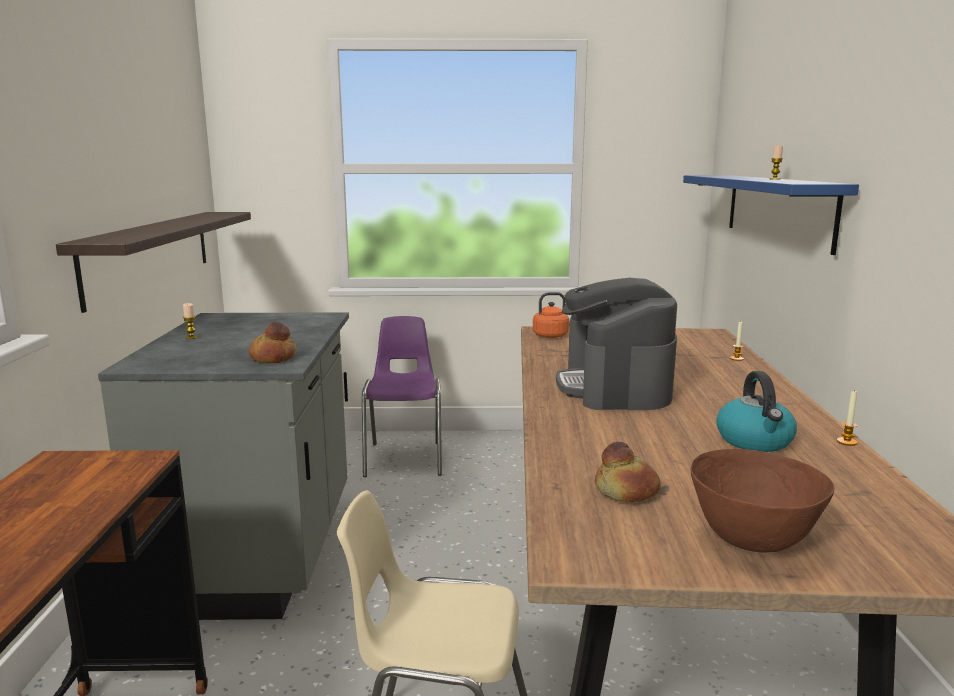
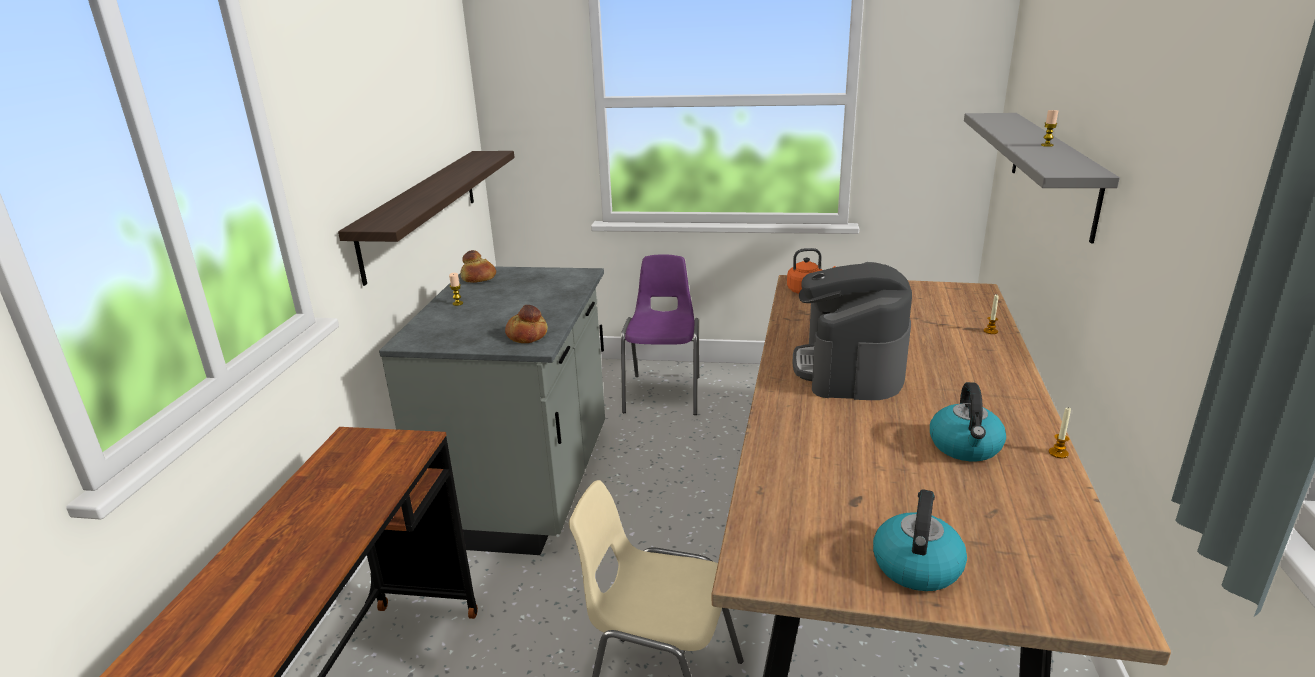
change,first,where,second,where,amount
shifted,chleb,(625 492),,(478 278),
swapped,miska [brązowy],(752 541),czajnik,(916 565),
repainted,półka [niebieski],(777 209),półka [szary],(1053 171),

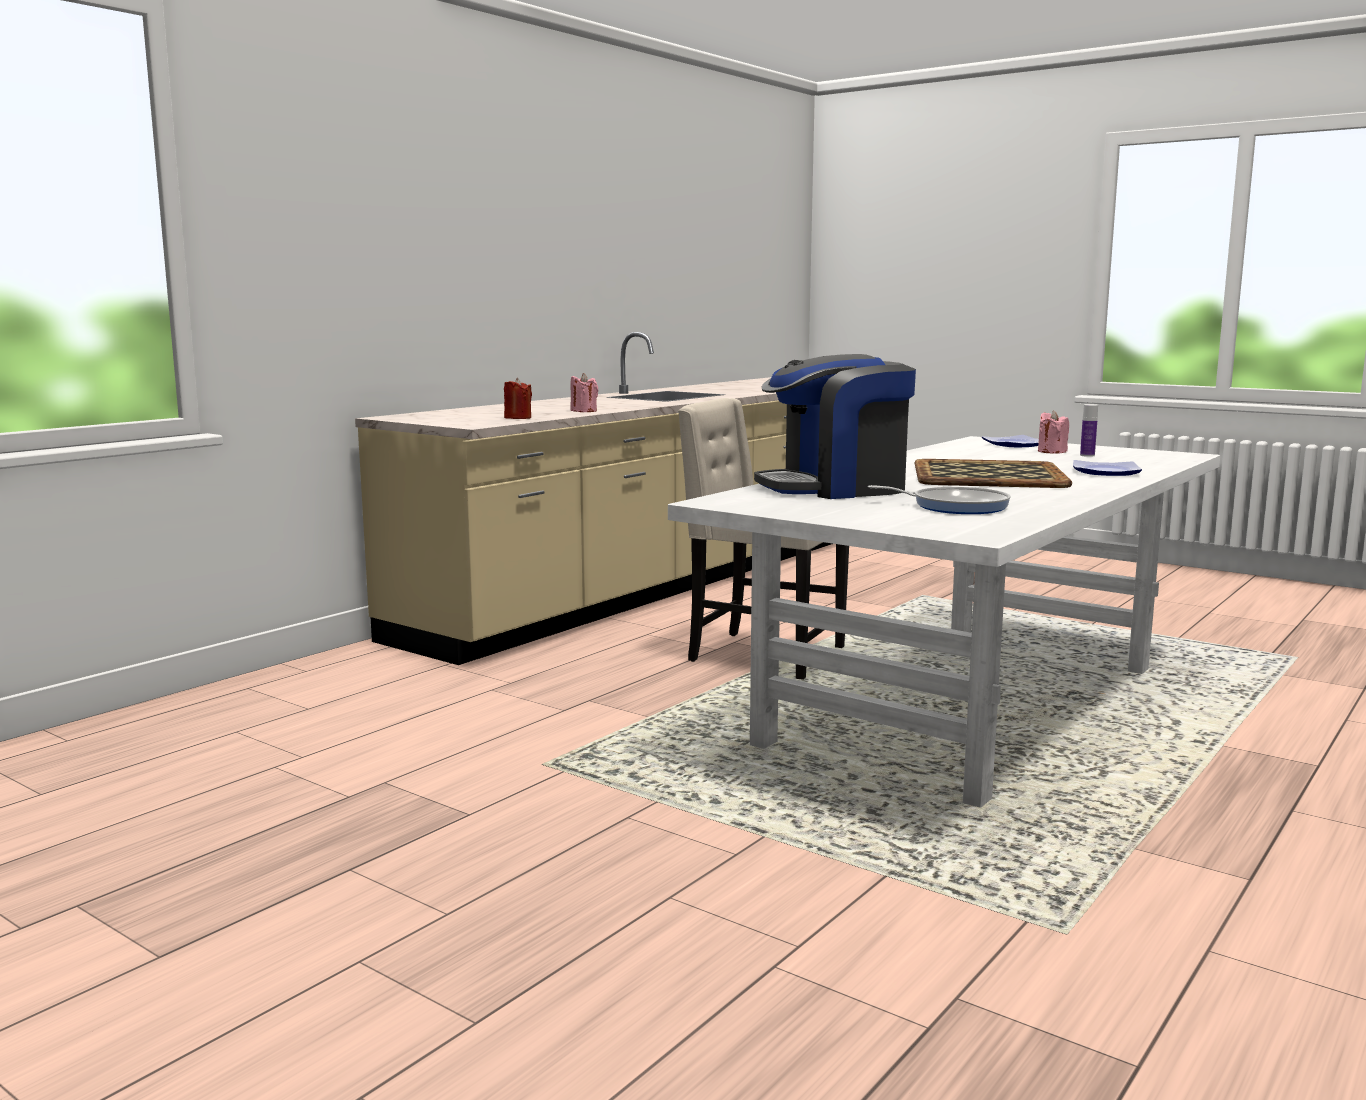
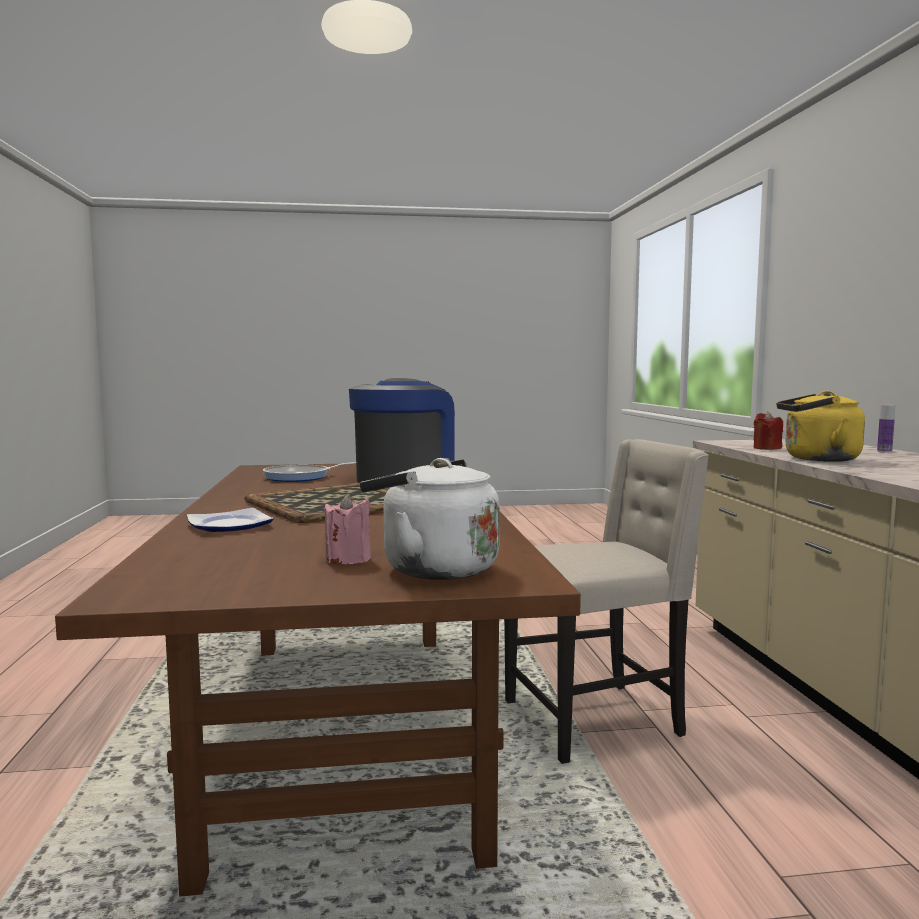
change,first,where,second,where,amount
repainted,stół jadalny [biały],(968 703),stół jadalny [brązowy],(348 730),
swapped,talerz,(1015 445),czajnik [biały],(432 569),
swapped,świeca [różowy],(584 411),czajnik [żółty],(817 459),
shifted,butelka,(1087 455),,(884 451),

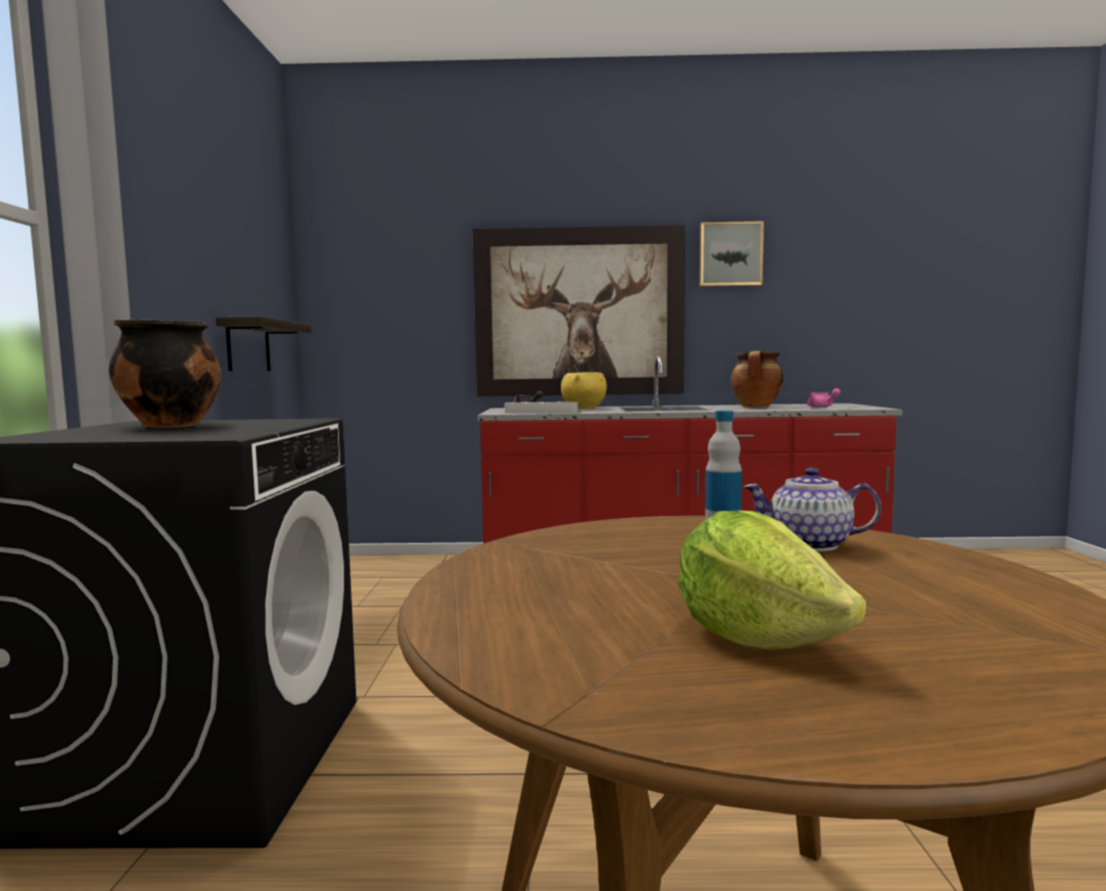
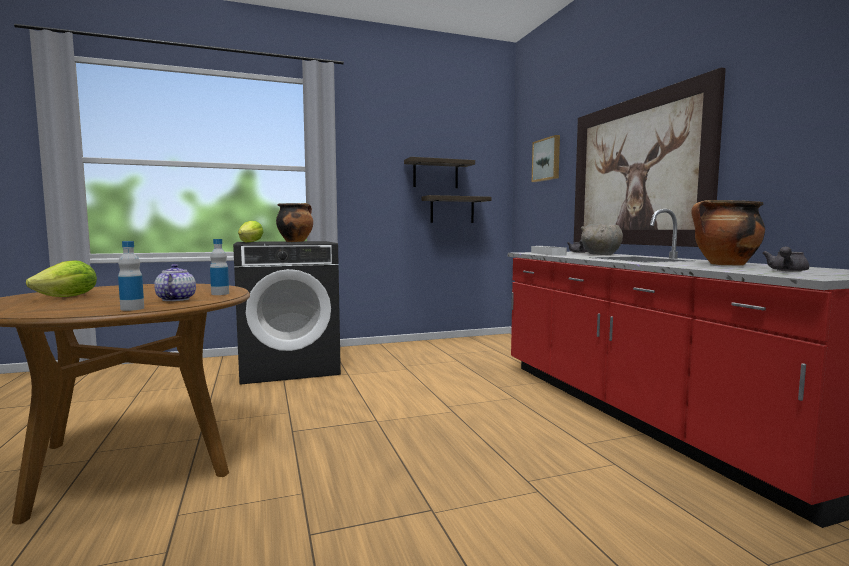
change,first,where,second,where,amount
new,,,butelka,(132 309),
new,,,sałata,(251 242),
new,,,półka,(435 174),
shifted,obraz,(730 254),,(547 159),
repainted,miska [żółty],(584 408),miska [szary],(601 255),
repainted,imbryk [różowy],(822 407),imbryk [szary],(786 271),

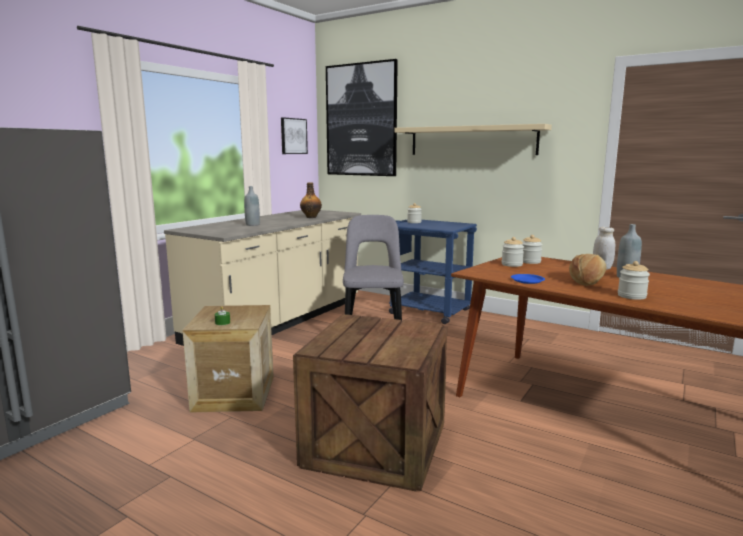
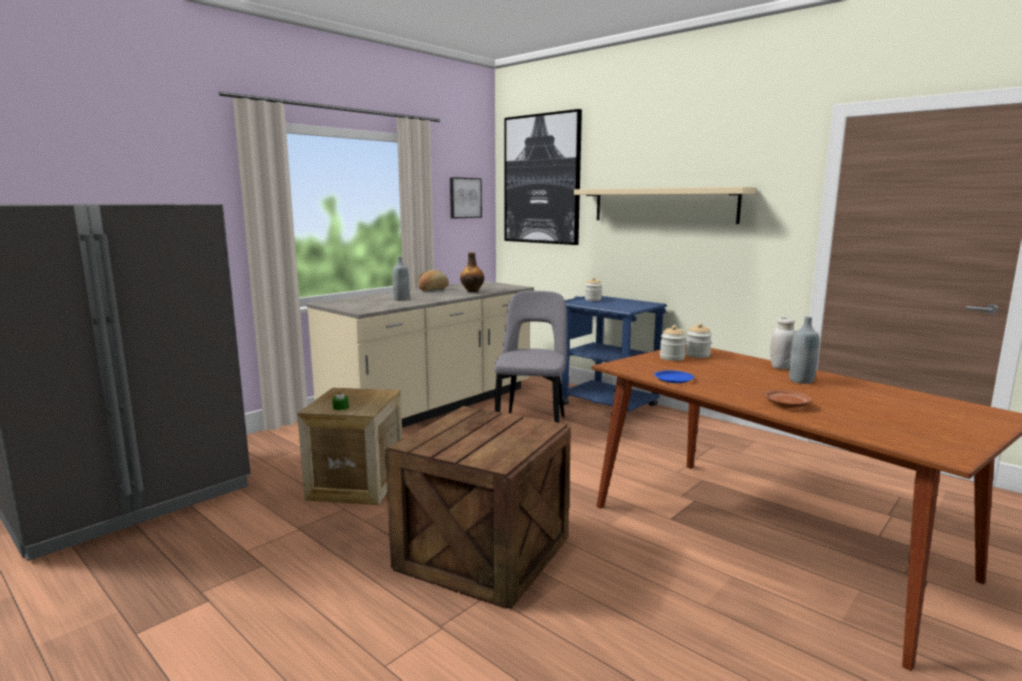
change,first,where,second,where,amount
shifted,chleb,(587 281),,(433 289),
swapped,słoik,(631 296),talerz [brązowy],(786 405),

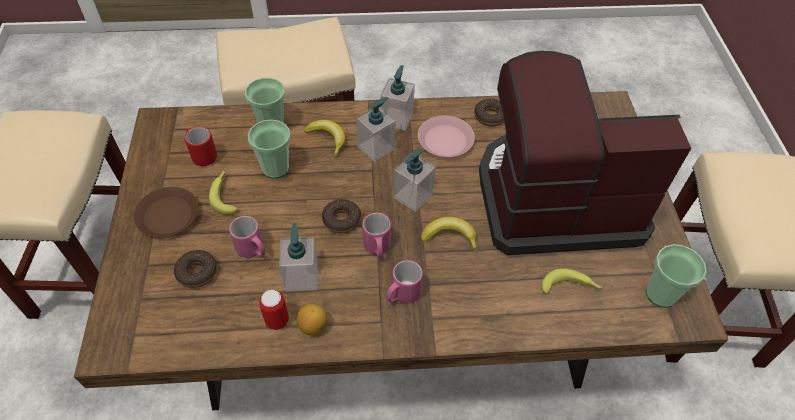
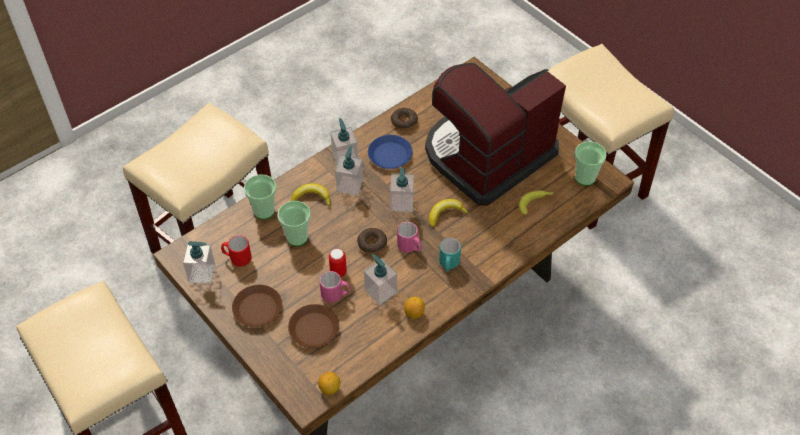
change,first,where,second,where,amount
new,,,dozownik mydła,(202 273),
swapped,donut,(197 272),talerz [brązowy],(314 328),
new,,,cytryna,(330 388),
shifted,puszka,(277 320),,(338 272),
repainted,talerz [różowy],(445 140),talerz [niebieski],(389 155),
repainted,kubek [różowy],(402 295),kubek [turkusowy],(448 265),
gone,banan,(225 195),,,

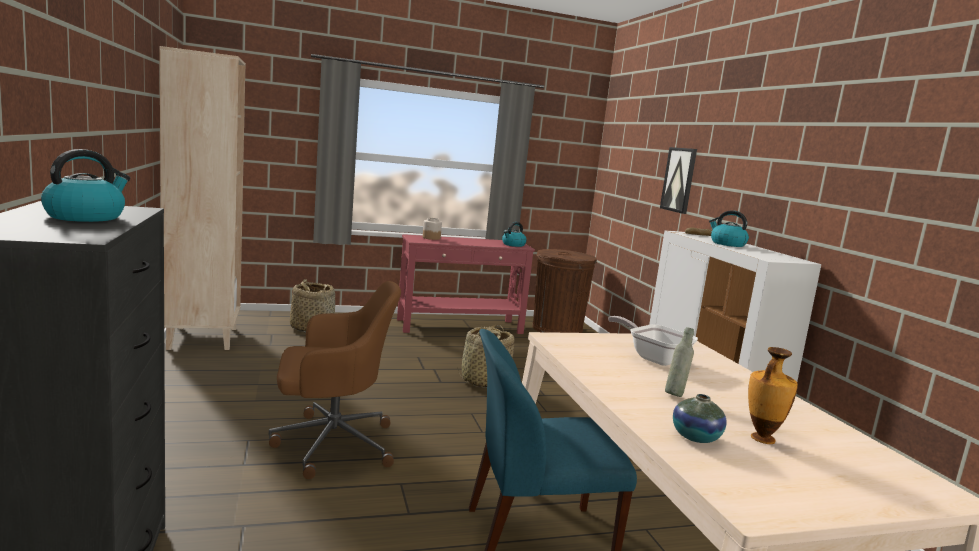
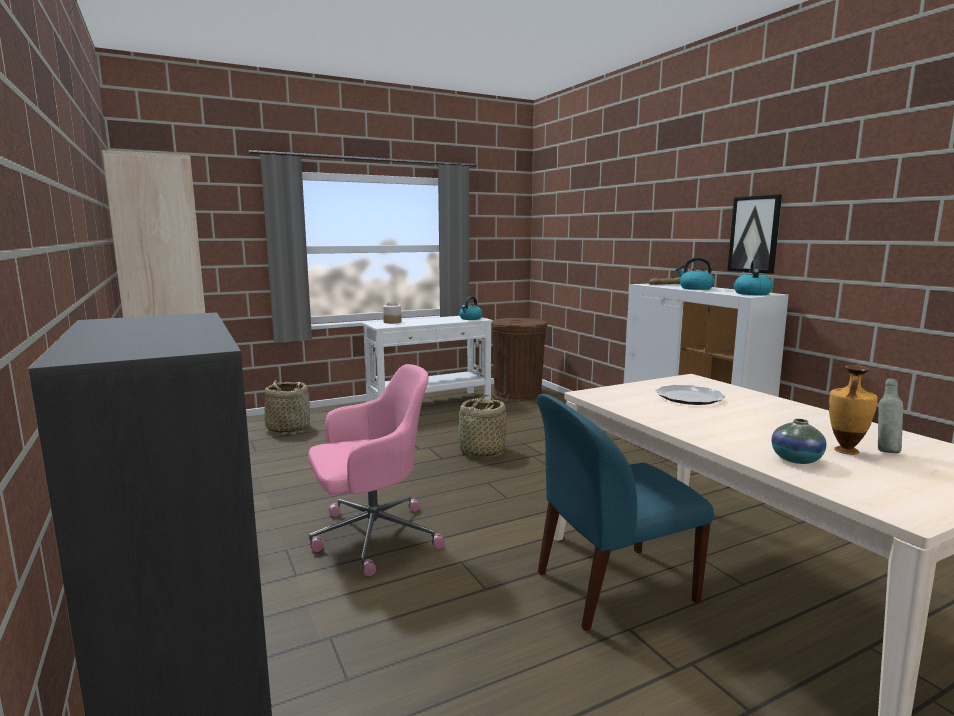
change,first,where,second,where,amount
repainted,krzesło biurowe [brązowy],(331 444),krzesło biurowe [różowy],(372 536),
repainted,stolik konsolowy [czerwony],(460 326),stolik konsolowy [biały],(430 404),
swapped,patelnia,(653 357),talerz,(689 397),
shifted,obraz,(679 180),,(754 234),
shifted,czajnik,(86 217),,(751 293),
shifted,butelka [szary],(675 394),,(885 451),

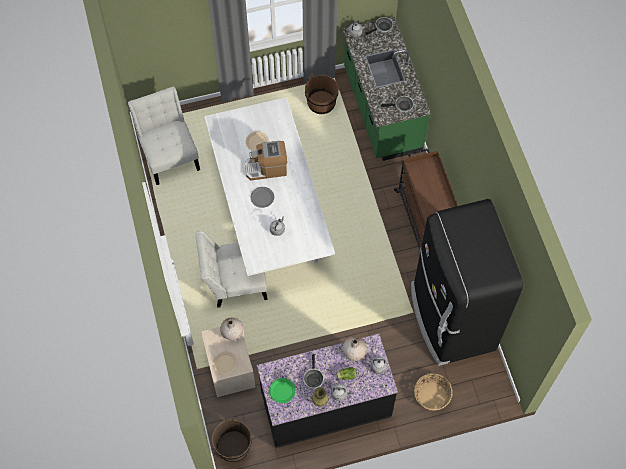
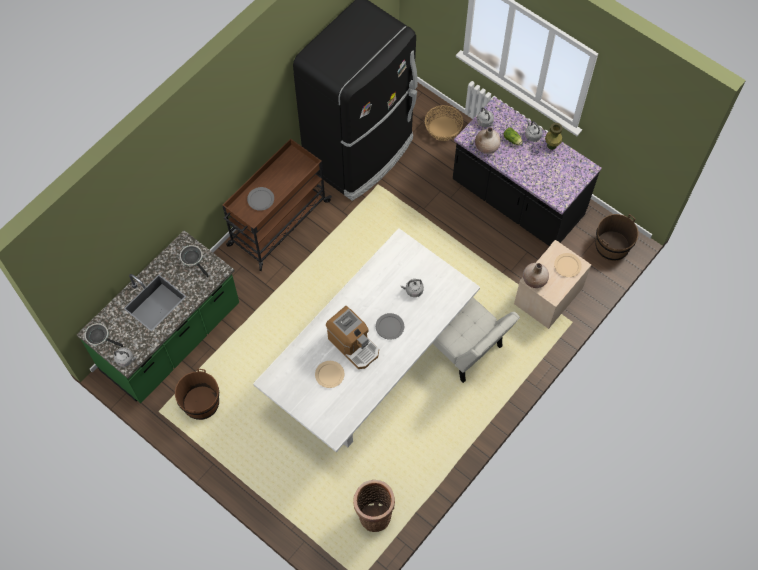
change,first,where,second,where,amount
new,,,talerz [szary],(260 199),
swapped,krzesło [biały],(169 155),koszyk,(374 514),
gone,talerz [zielony],(282 390),,,
gone,patelnia,(313 377),,,

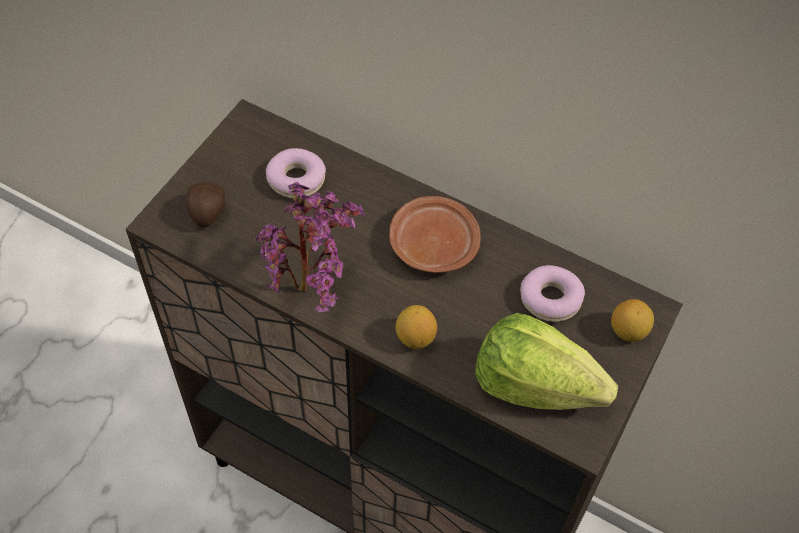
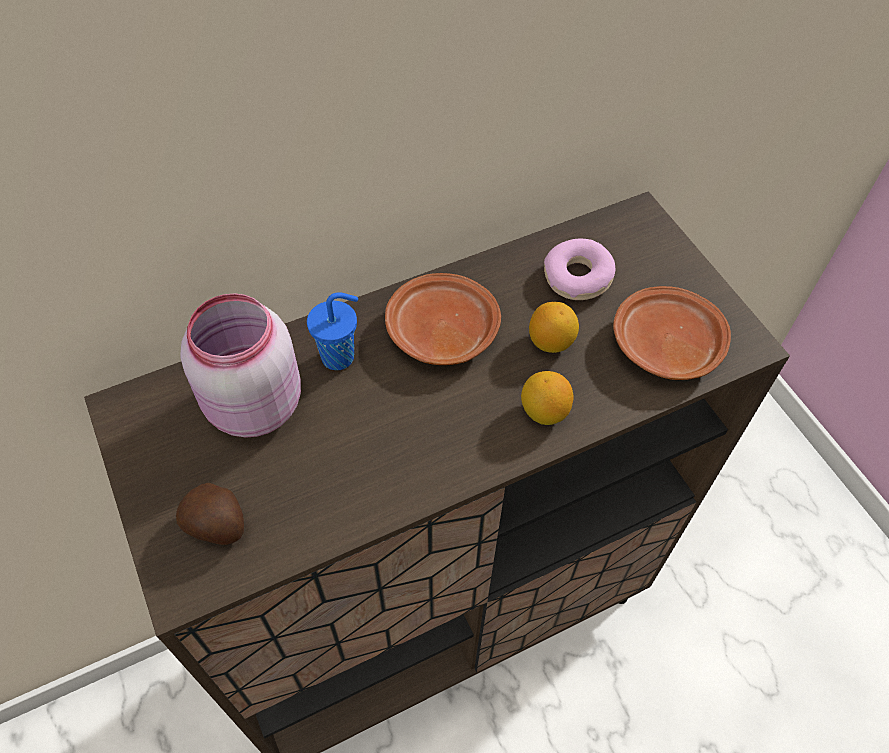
change,first,where,second,where,amount
swapped,donut,(296 179),słoik [różowy],(251 406),
new,,,filiżanka [niebieski],(340 356),
shifted,cytryna,(628 331),,(551 342),
swapped,sałata,(534 385),talerz [brązowy],(665 345),
gone,roślina doniczkowa,(311 287),,,

